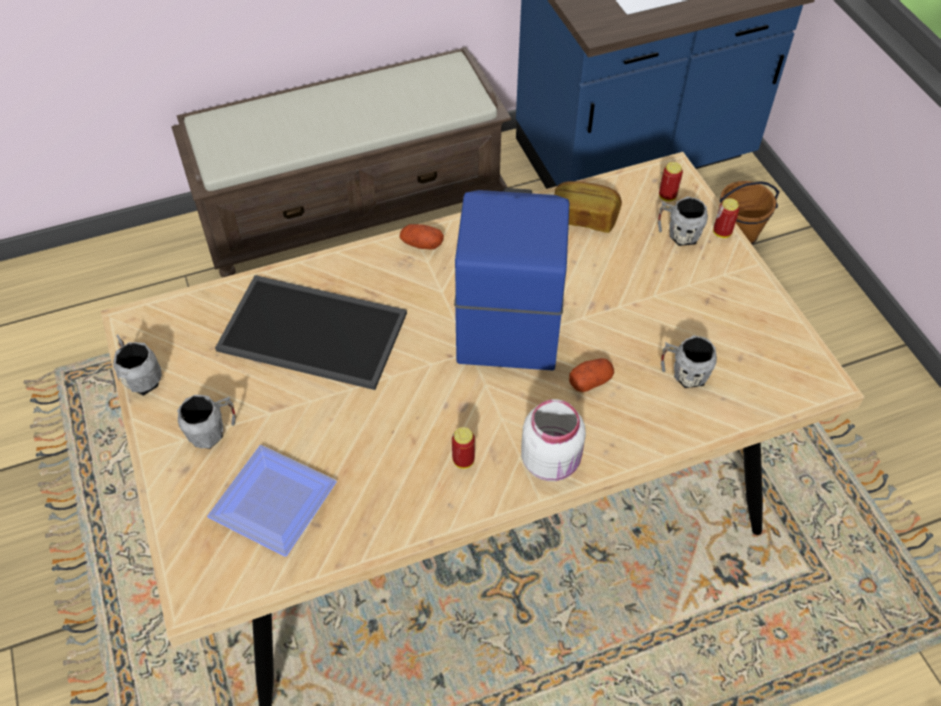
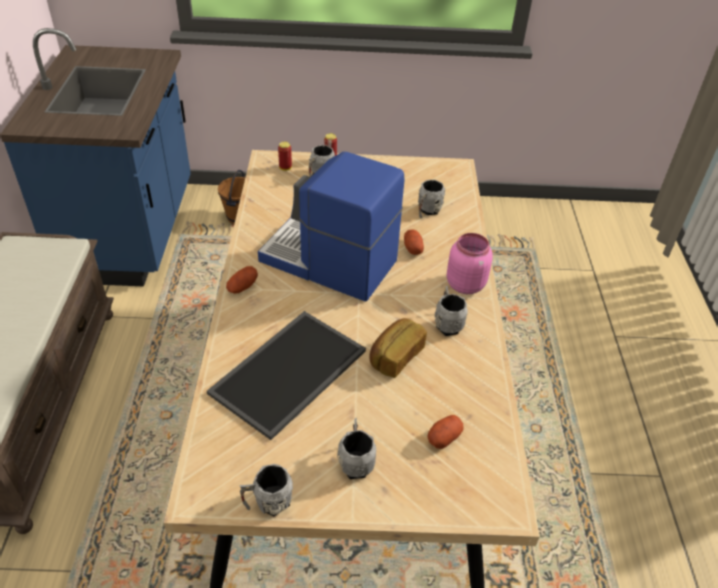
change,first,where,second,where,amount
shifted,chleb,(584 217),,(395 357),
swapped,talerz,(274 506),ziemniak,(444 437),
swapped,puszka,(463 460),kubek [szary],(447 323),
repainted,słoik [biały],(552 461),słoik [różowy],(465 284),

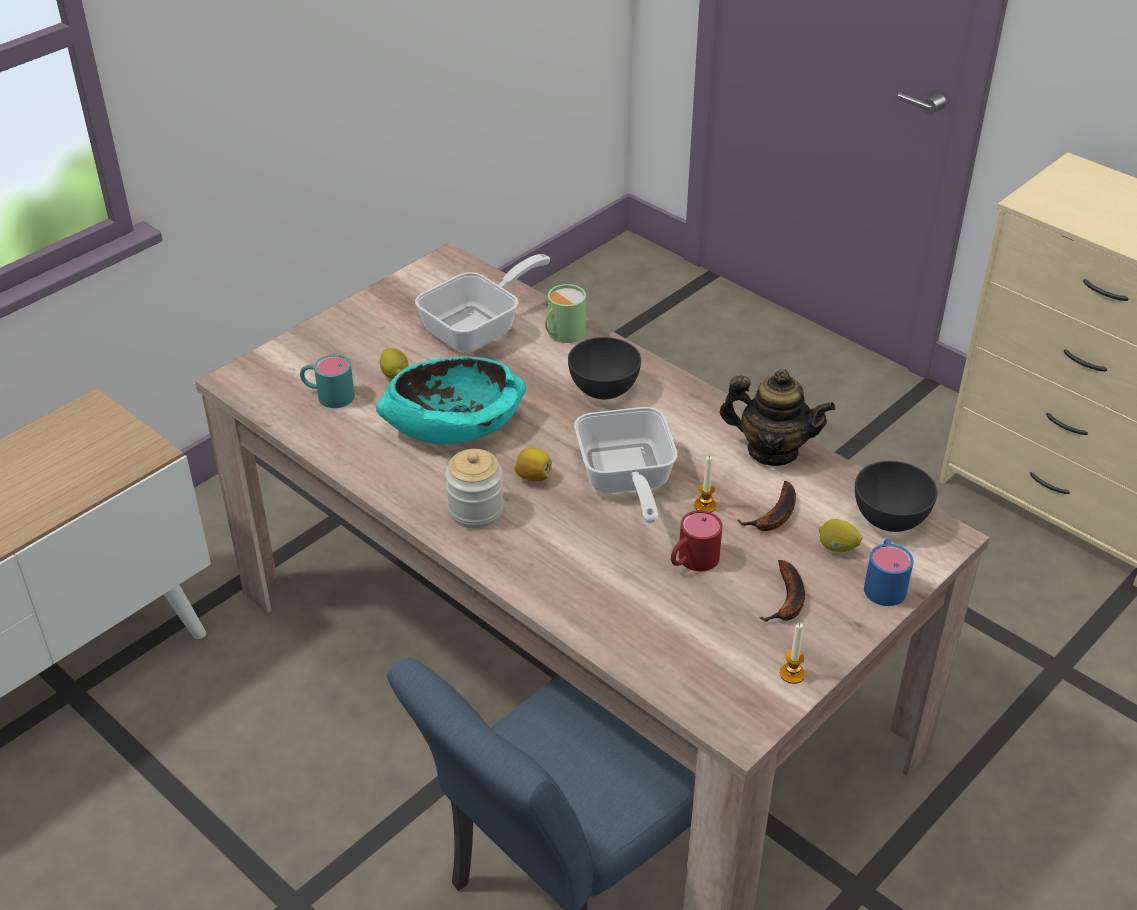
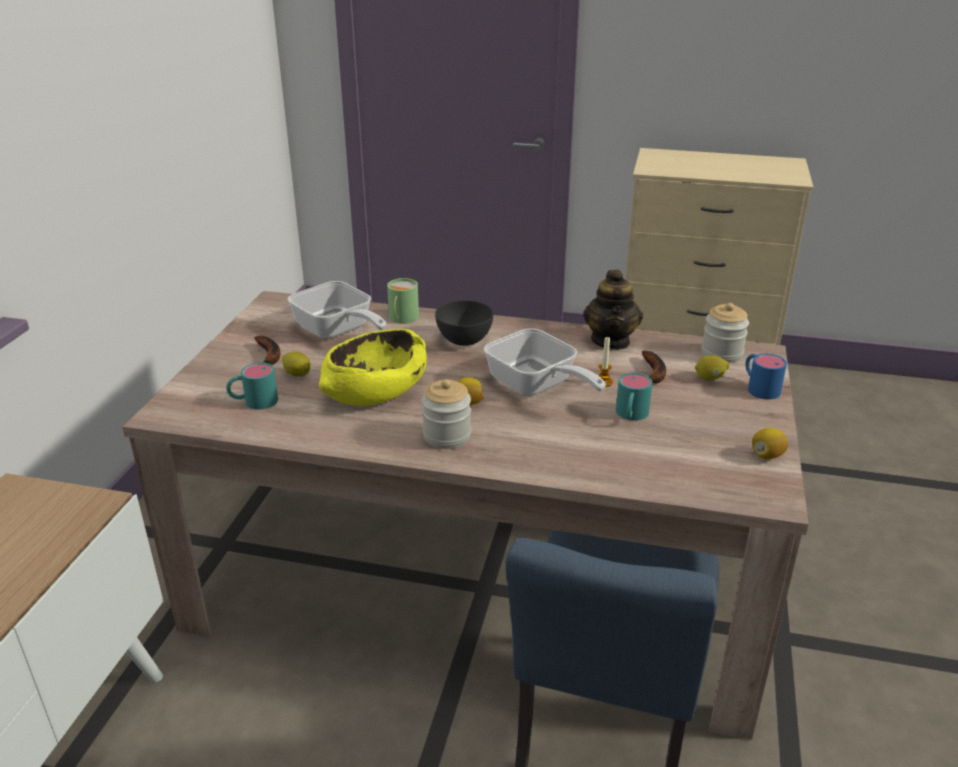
change,first,where,second,where,amount
shifted,banan,(788 601),,(269 356),
rotated,patelnia,(479 328),,(337 331),120 degrees clockwise
repainted,miska [turkusowy],(454 424),miska [żółty],(375 390),
rotated,imbryk,(772 451),,(611 341),105 degrees clockwise
repainted,kubek [czerwony],(691 561),kubek [turkusowy],(630 415),
swapped,miska [szary],(890 519),słoik,(721 354),
swapped,świeca,(792 674),cytryna,(767 455),

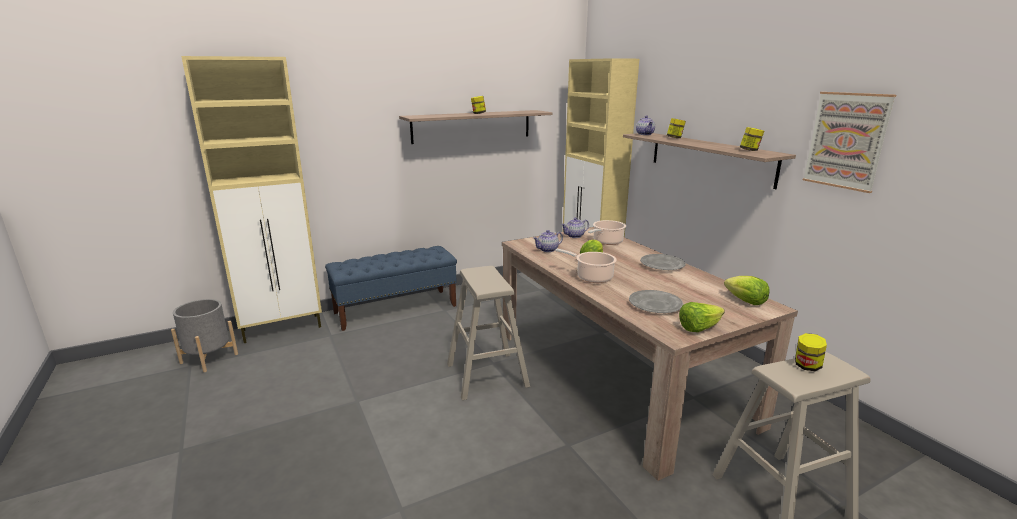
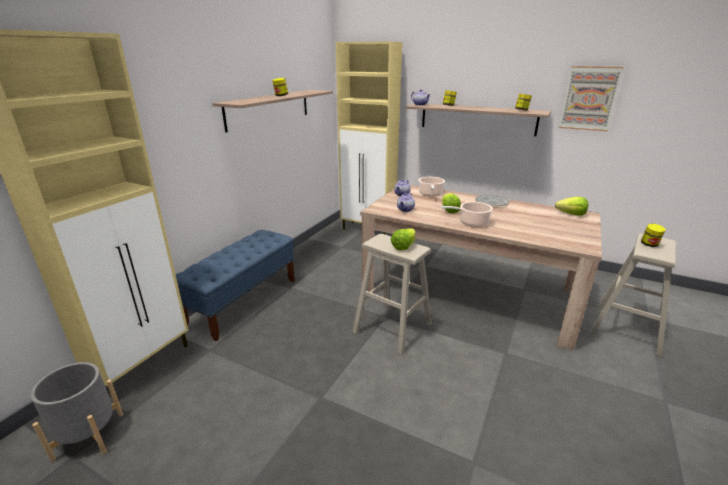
change,first,where,second,where,amount
shifted,sałata,(699 328),,(404 246),
gone,talerz [szary],(655 305),,,

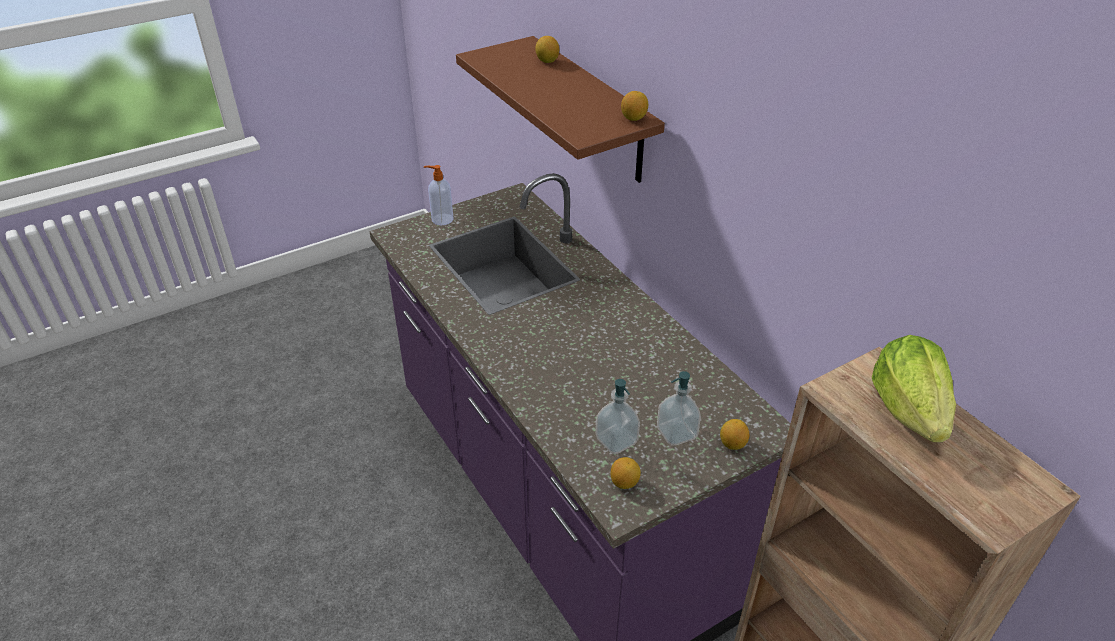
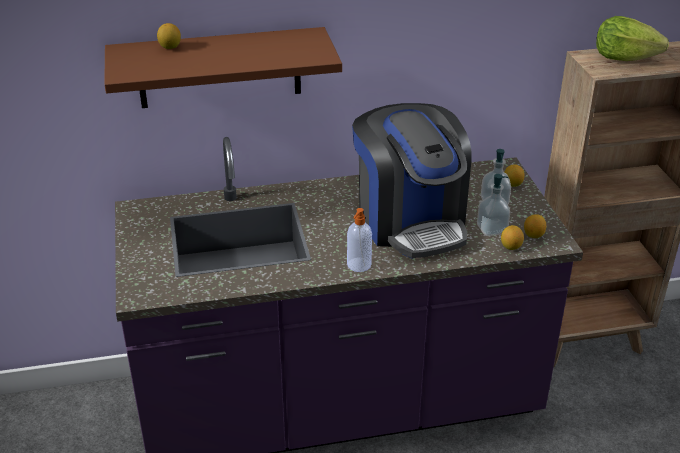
change,first,where,second,where,amount
shifted,dozownik mydła,(441 219),,(358 265),
new,,,ekspres do kawy,(410 221),
shifted,cytryna,(633 118),,(510 247),

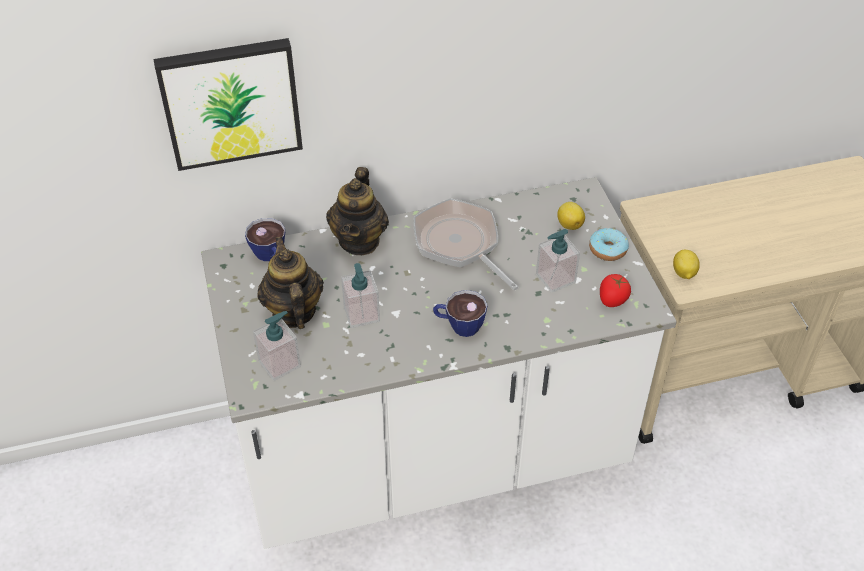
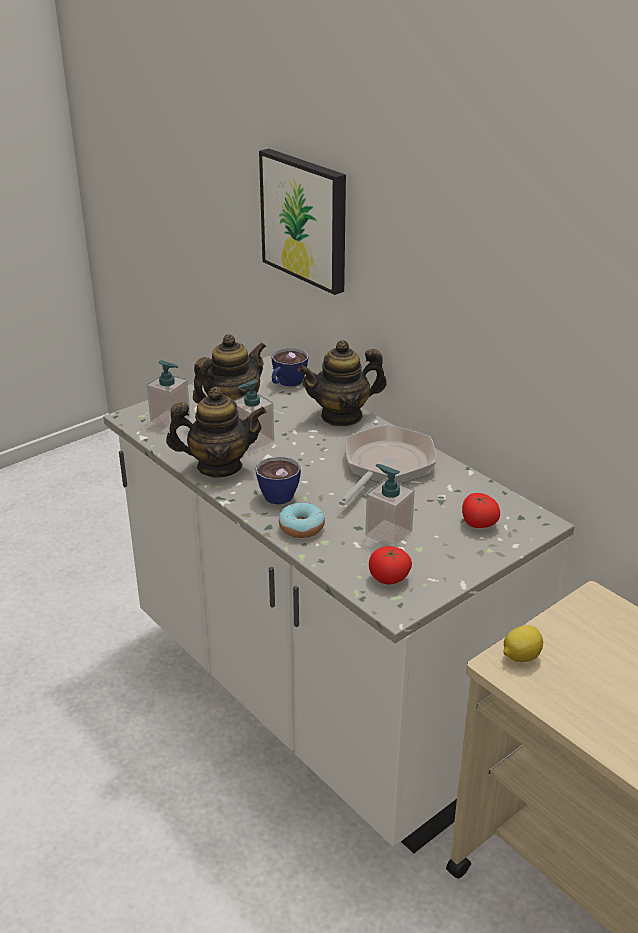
change,first,where,second,where,amount
new,,,imbryk,(219 467),
shifted,donut,(608 250),,(301 527),
swapped,cytryna,(569 224),pomidor,(478 524),

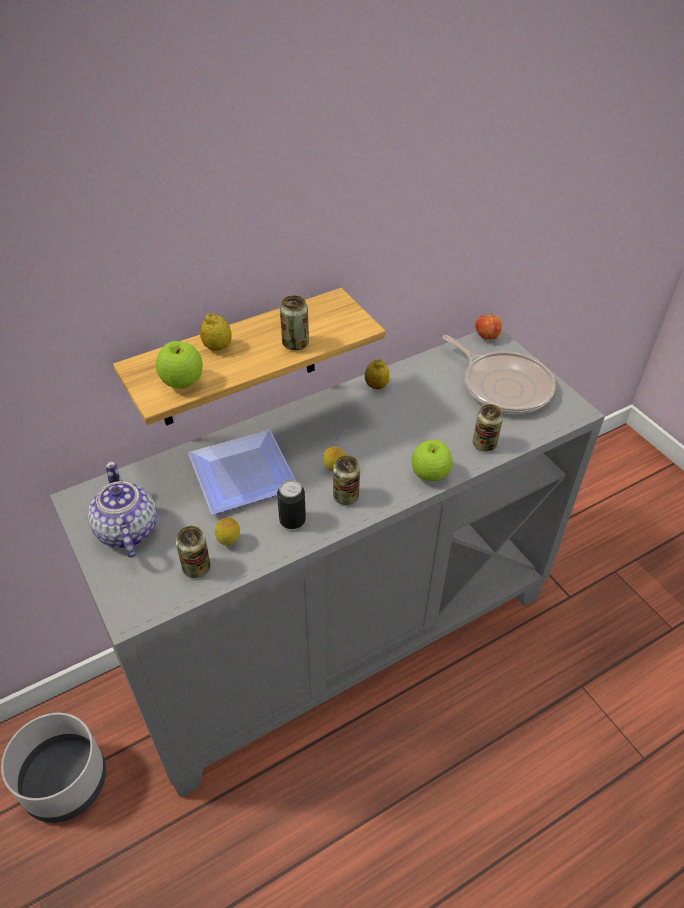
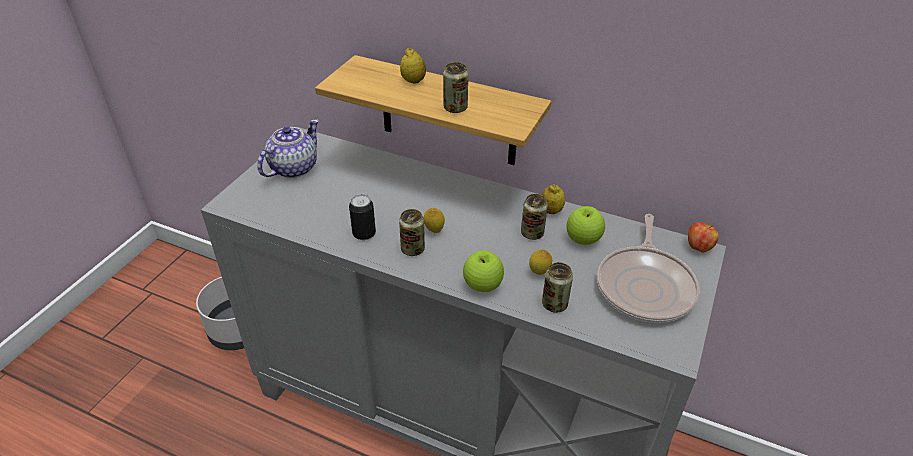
change,first,where,second,where,amount
shifted,puszka,(196 567),,(532 233),
shifted,cytryna,(229 542),,(539 273),
shifted,jabłko,(182 382),,(583 240),
gone,talerz,(239 473),,,

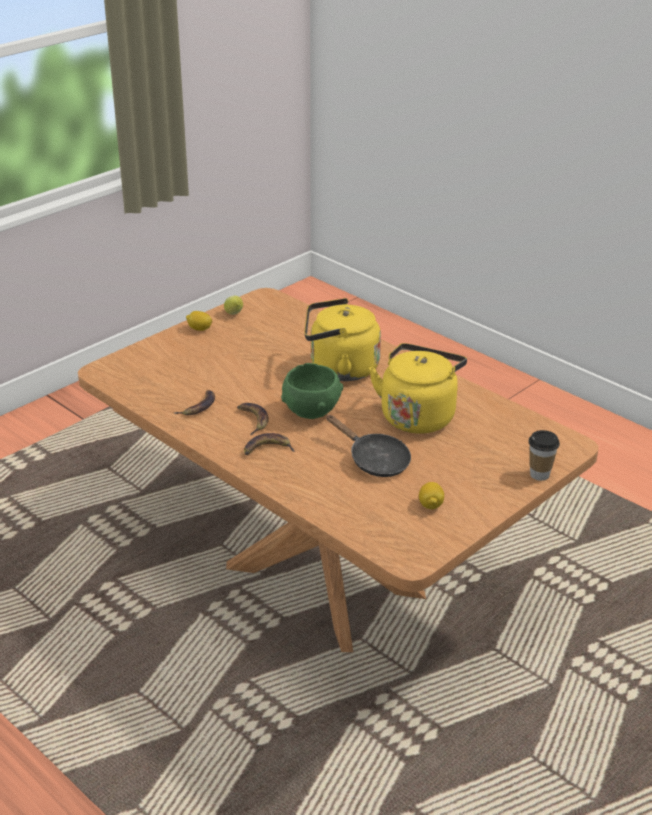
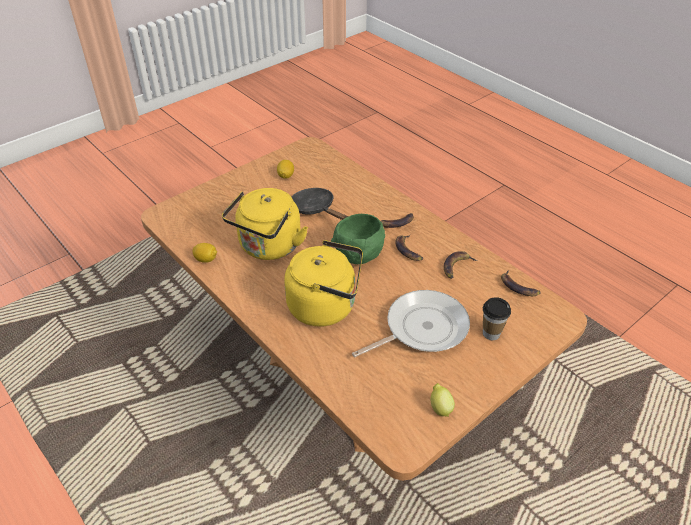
change,first,where,second,where,amount
shifted,cytryna,(199 329),,(206 259),
new,,,patelnia,(422 328),
shifted,filiżanka,(539 474),,(491 333),
new,,,banan,(518 287),

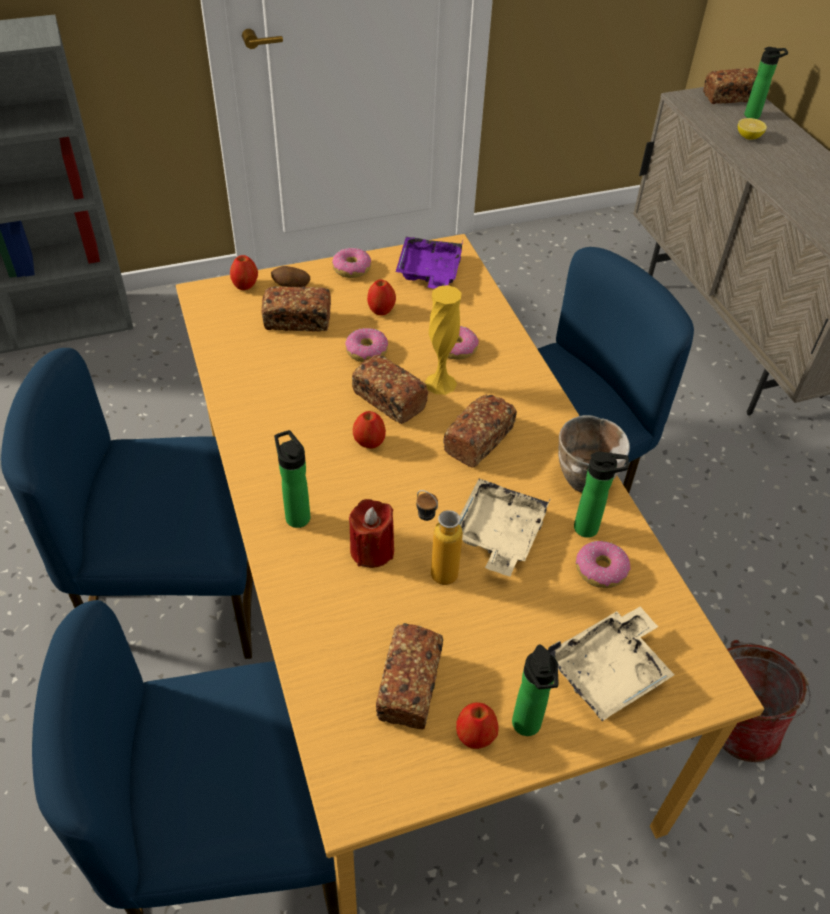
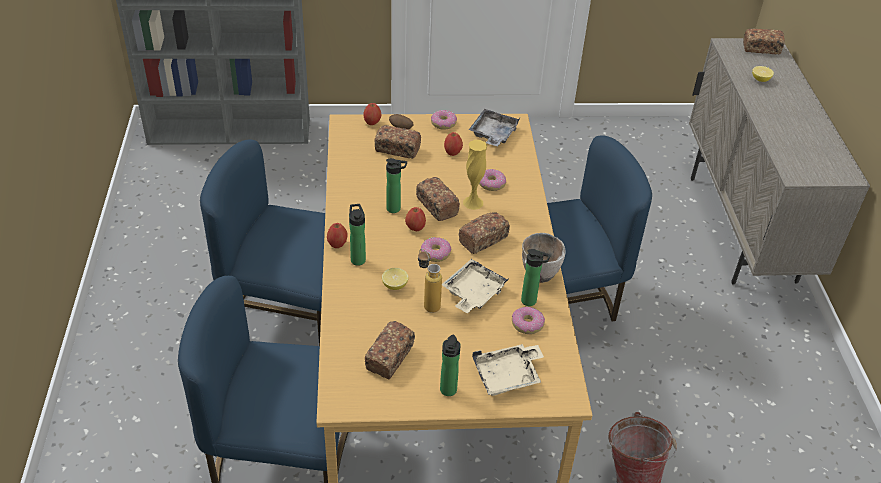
change,first,where,second,where,amount
shifted,jabłko,(475 736),,(337 244),
swapped,świeca [czerwony],(372 550),cytryna,(395 286),
shifted,butelka,(754 115),,(395 209),
shifted,donut,(366 351),,(435 254),
repainted,taca [fioletowy],(429 272),taca [szary],(493 134),

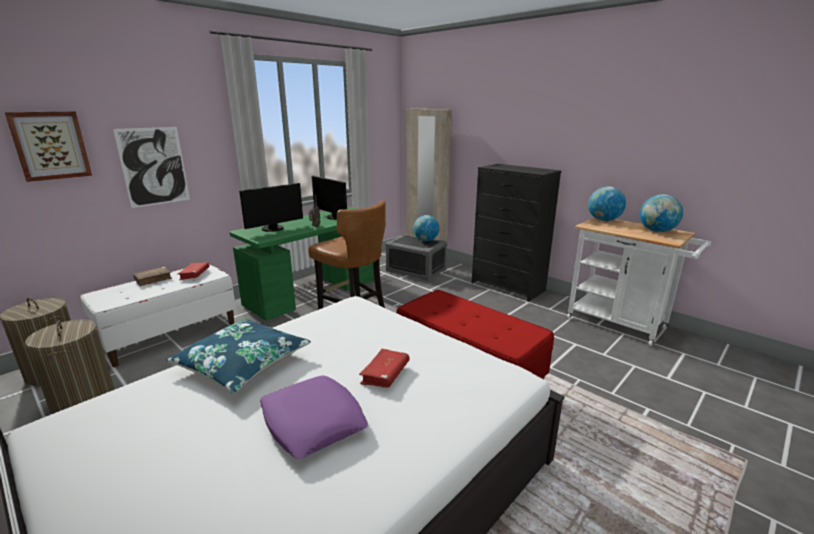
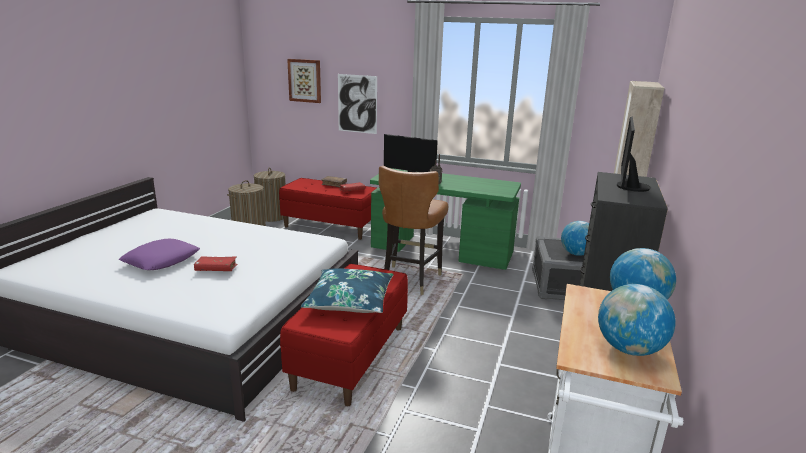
change,first,where,second,where,amount
repainted,ławka [biały],(170 334),ławka [czerwony],(330 227),
shifted,poduszka [niebieski],(242 364),,(350 300),
shifted,monitor,(334 217),,(628 186),

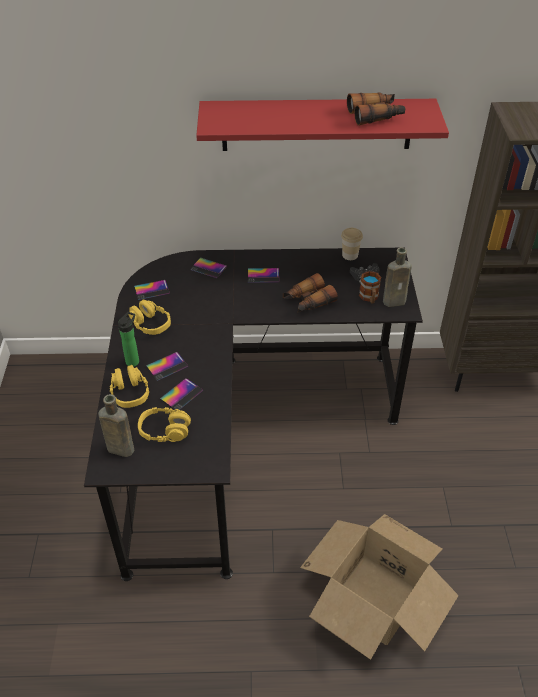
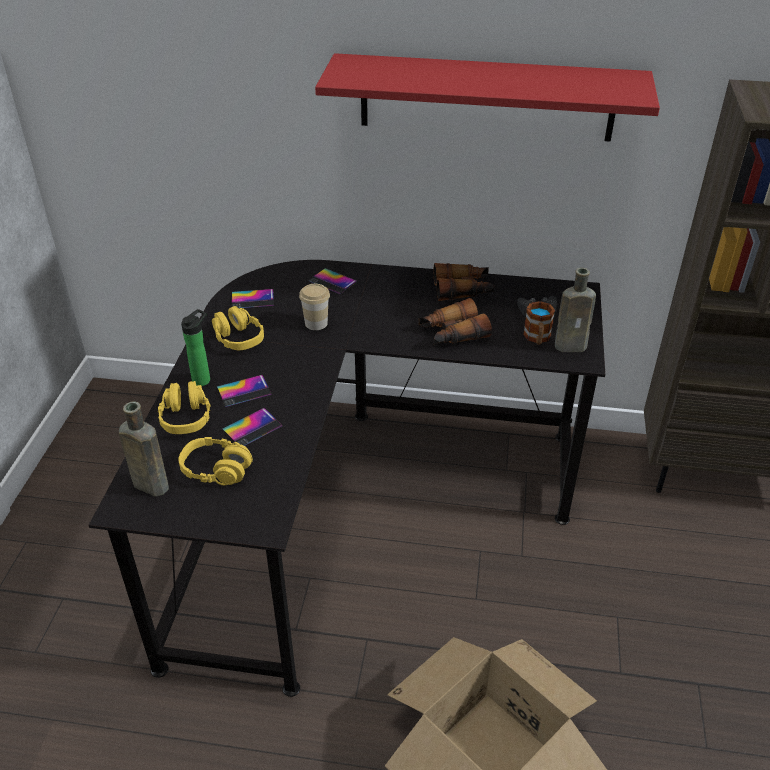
change,first,where,second,where,amount
shifted,filiżanka,(350 255),,(316 323),
shifted,lornetka,(375 115),,(463 290),
gone,telefon,(263 275),,,

